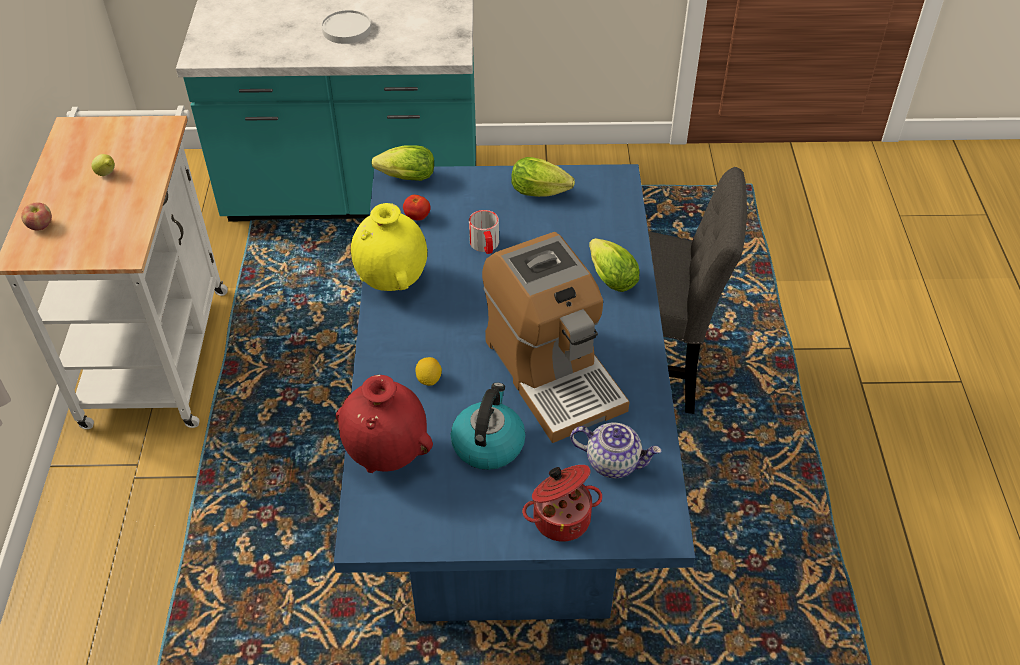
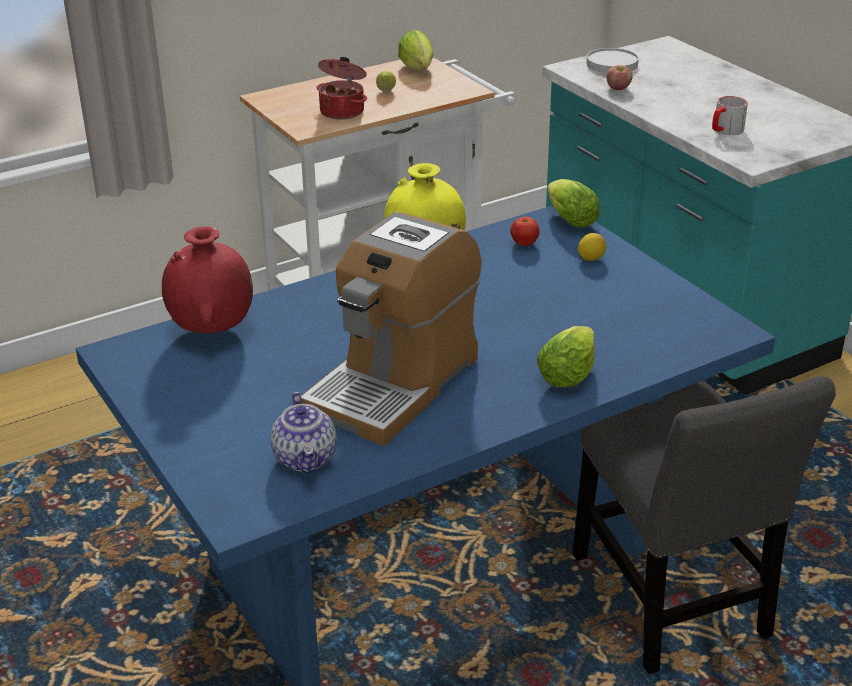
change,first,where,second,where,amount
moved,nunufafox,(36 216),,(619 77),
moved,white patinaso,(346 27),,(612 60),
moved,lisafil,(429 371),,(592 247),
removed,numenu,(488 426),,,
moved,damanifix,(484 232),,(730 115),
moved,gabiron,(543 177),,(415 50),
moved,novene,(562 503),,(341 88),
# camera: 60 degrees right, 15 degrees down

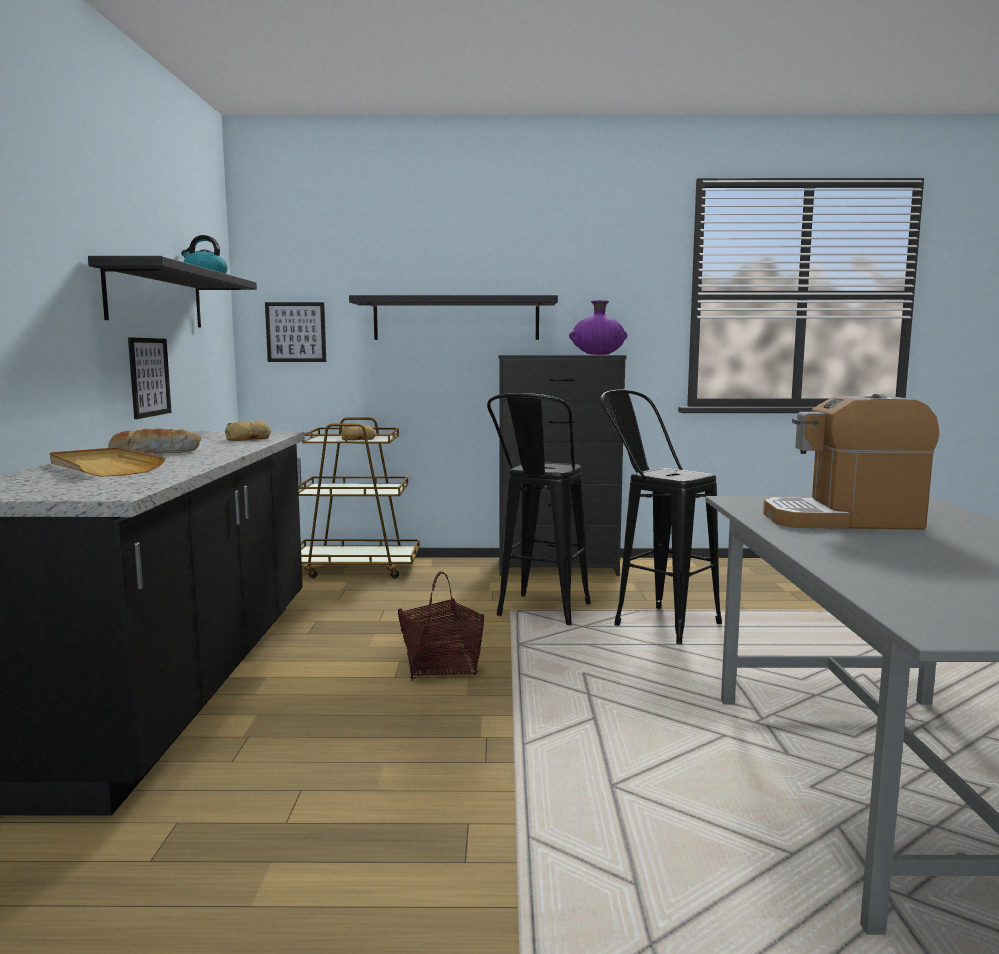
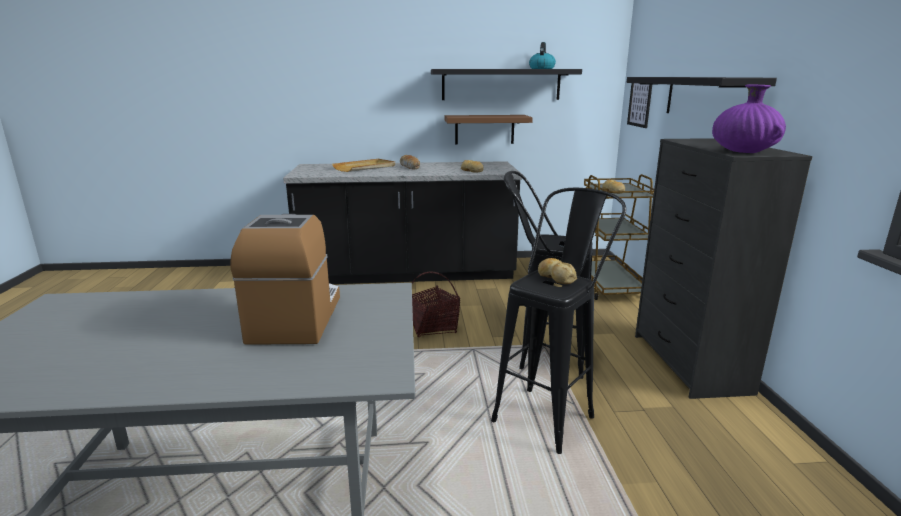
change,first,where,second,where,amount
replaced,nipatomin,(150 378),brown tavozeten,(489 129),
added,,,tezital,(557 271),
# camera: 85 degrees right, 10 degrees up

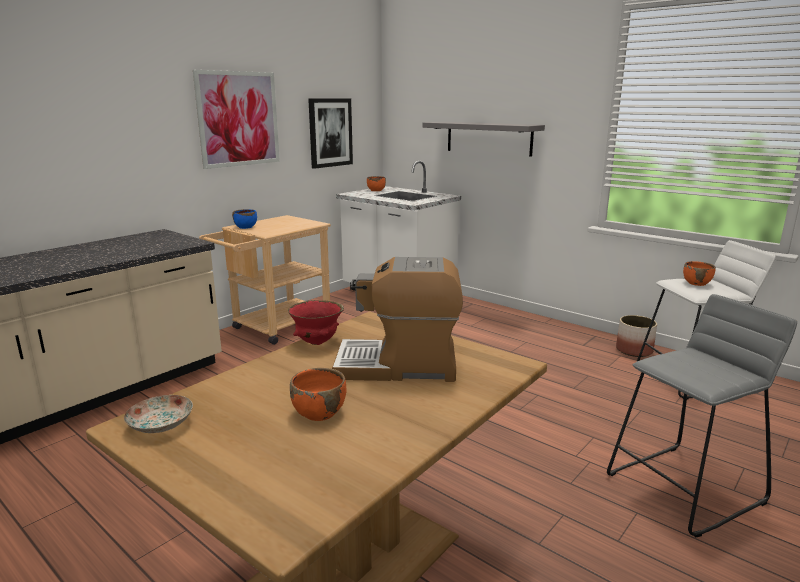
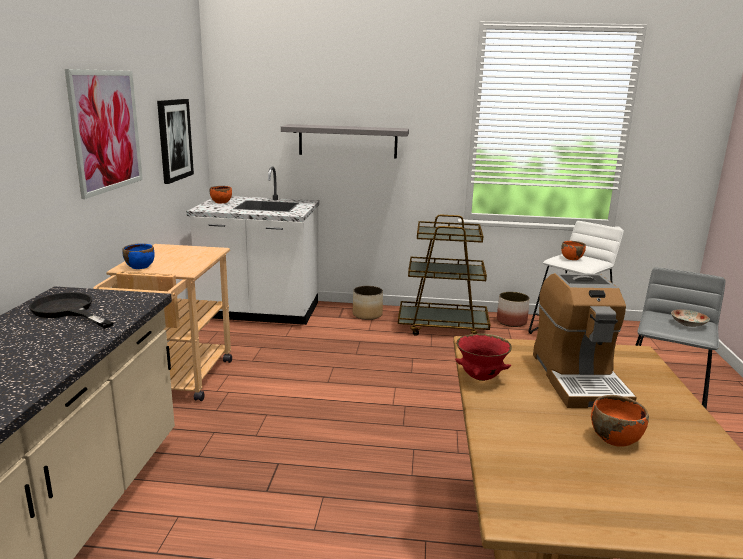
change,first,where,second,where,amount
moved,patinaso,(158 414),,(690 318),
turned,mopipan,(397 319),,(585 340),60 degrees counterclockwise
added,,,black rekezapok,(71 310),
added,,,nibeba,(368 303),
added,,,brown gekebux,(444 275),
# camera: 35 degrees left, 0 degrees up

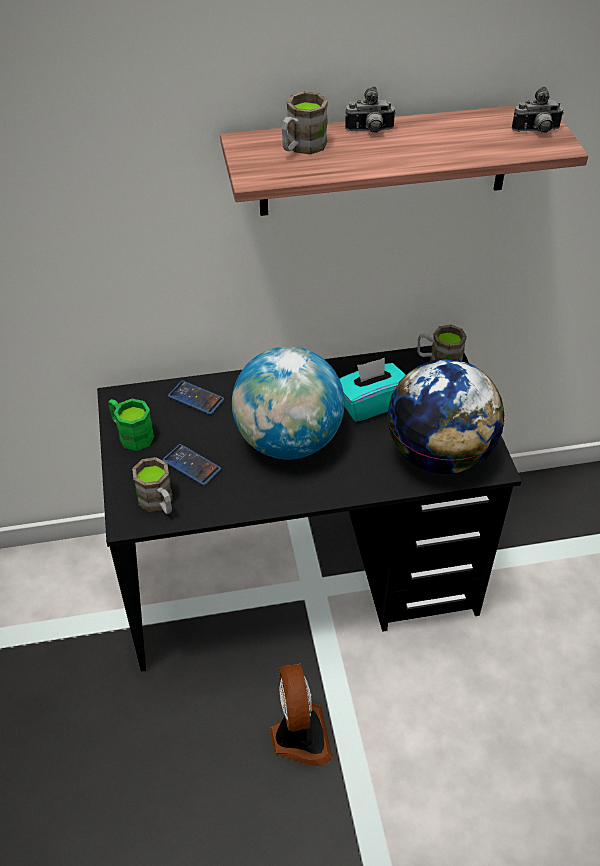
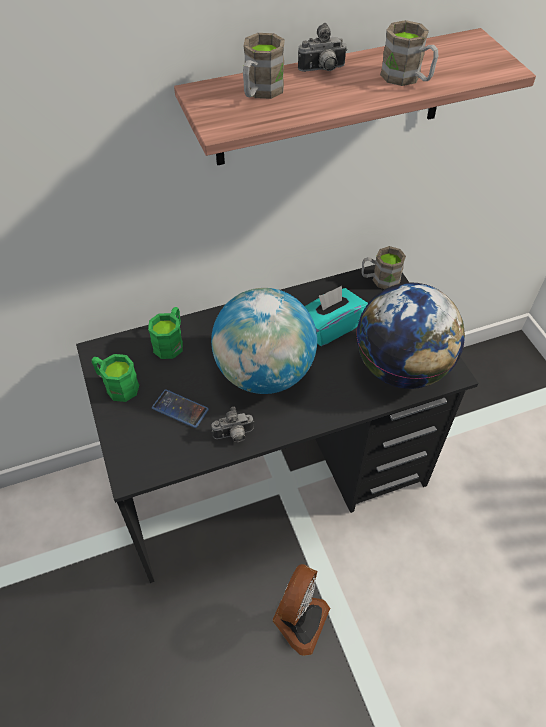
change,first,where,second,where,amount
moved,brown damanifix,(152 485),,(409 53),
replaced,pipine,(196 397),green damanifix,(165 333),
turned,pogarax,(301 714),,(301 610),45 degrees clockwise
moved,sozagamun,(538 110),,(232 424),
# camera: 10 degrees left, 5 degrees up

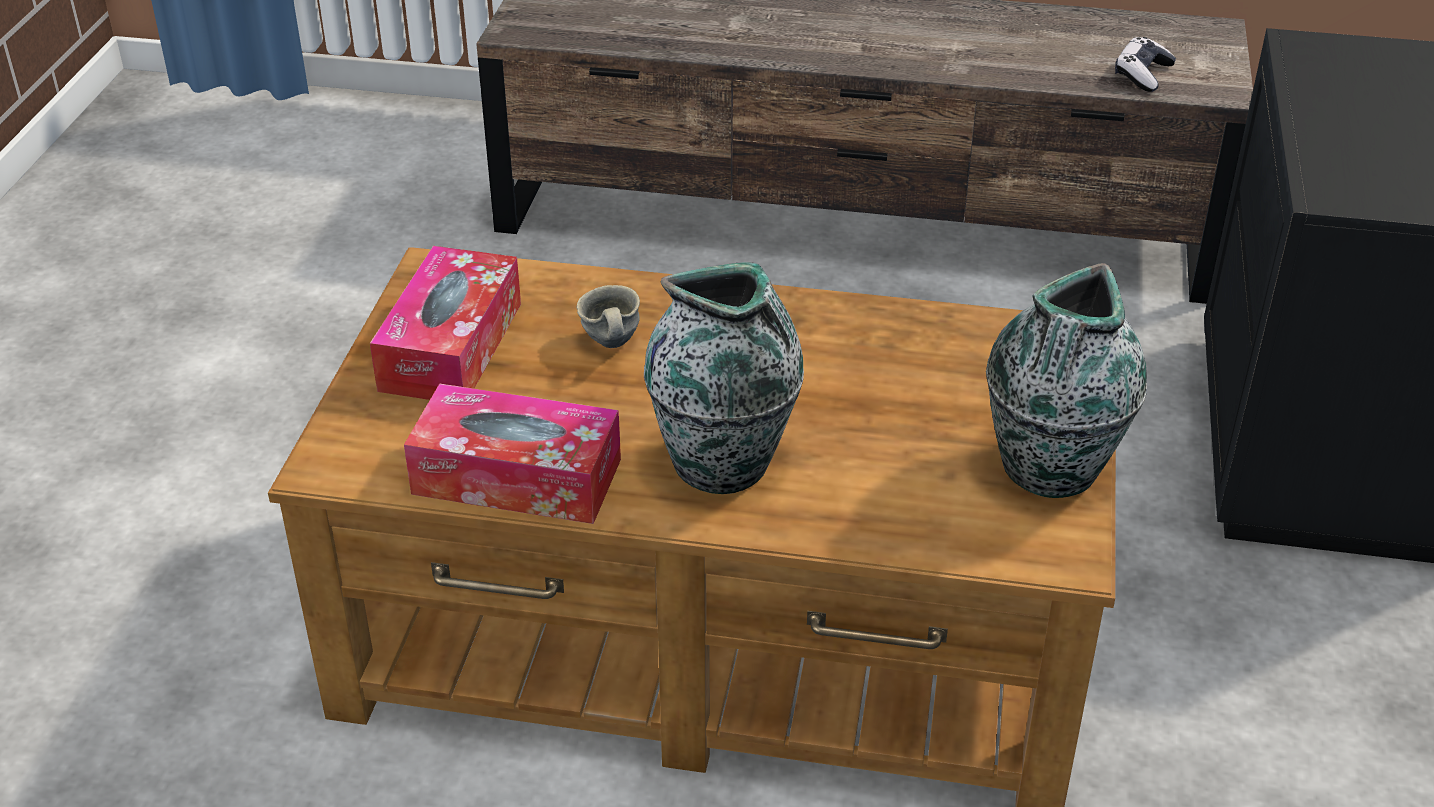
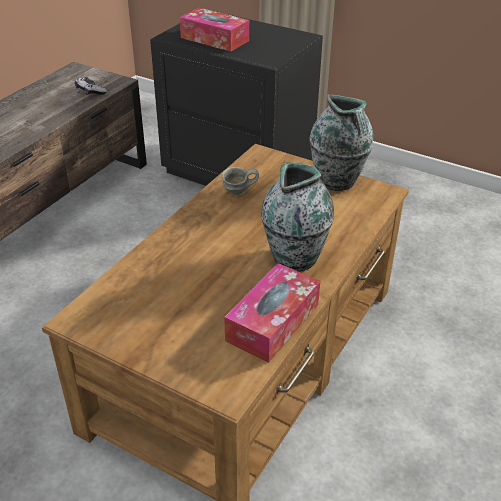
change,first,where,second,where,amount
moved,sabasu,(445 323),,(214 30),
moved,grey damanifix,(608 316),,(240 181),
# camera: 70 degrees left, 0 degrees up

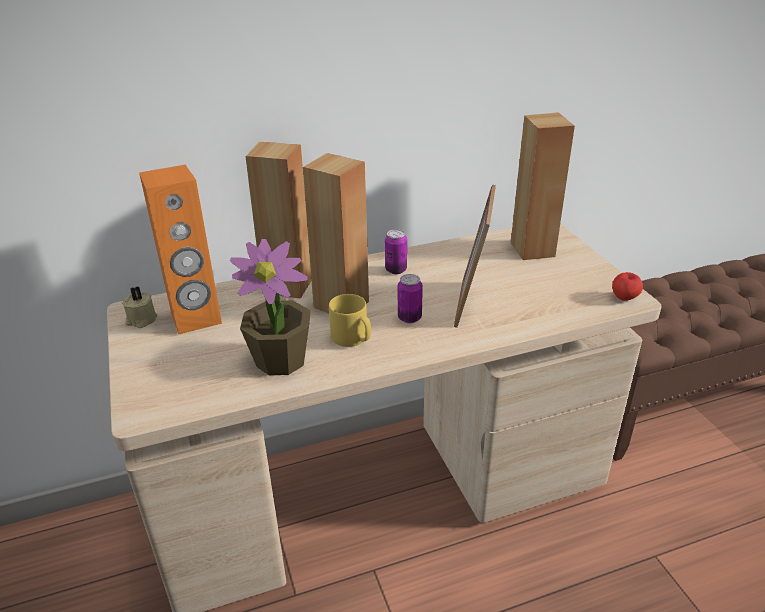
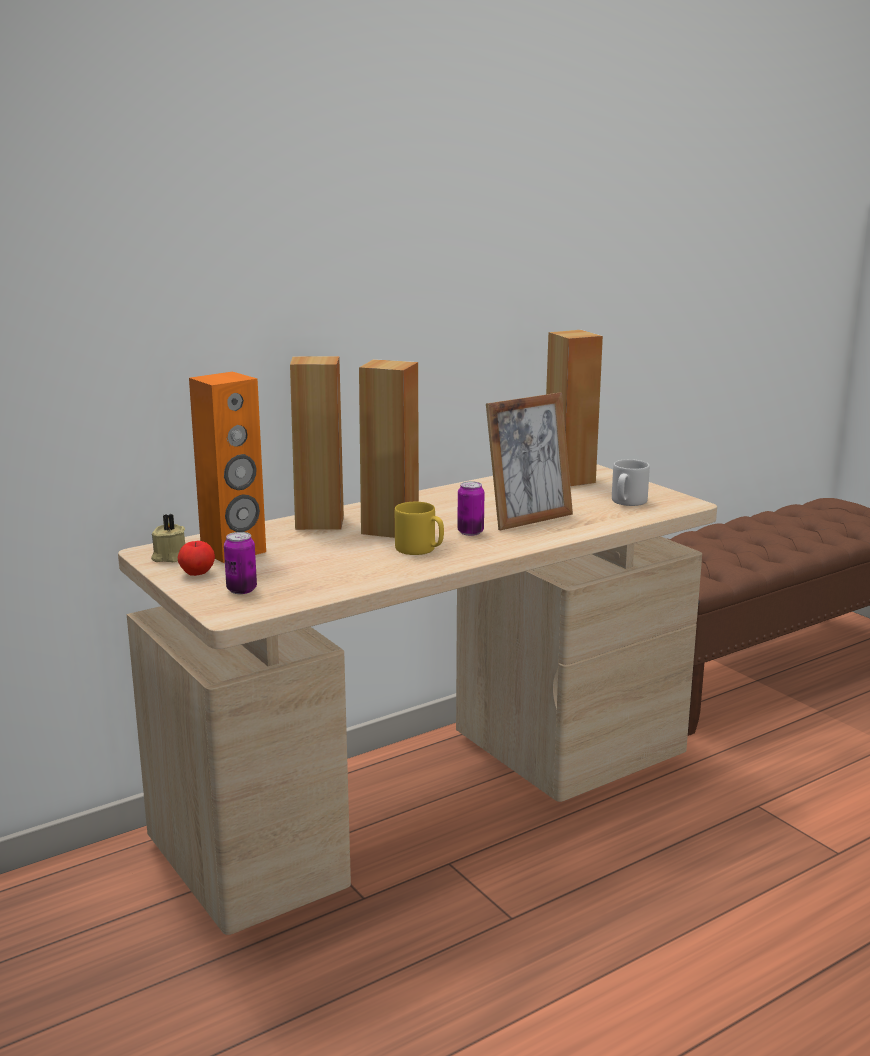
change,first,where,second,where,amount
removed,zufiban,(270 307),,,
moved,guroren,(396 251),,(240 563),
turned,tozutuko,(475 256),,(529 461),120 degrees counterclockwise
moved,nunufafox,(627 286),,(196 558),
added,,,grey damanifix,(631 482),
# camera: 15 degrees left, 15 degrees down

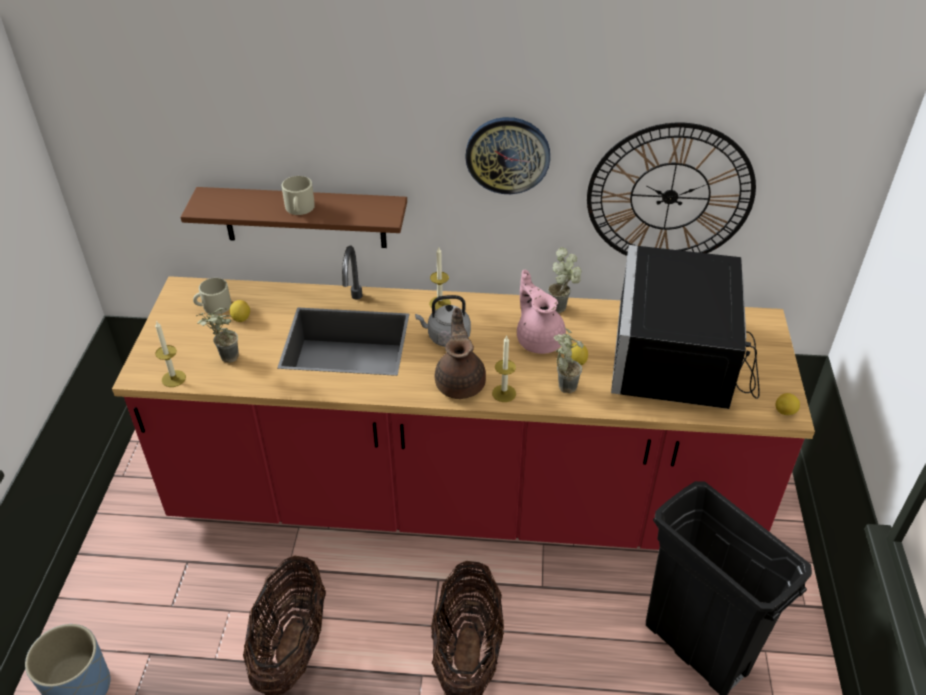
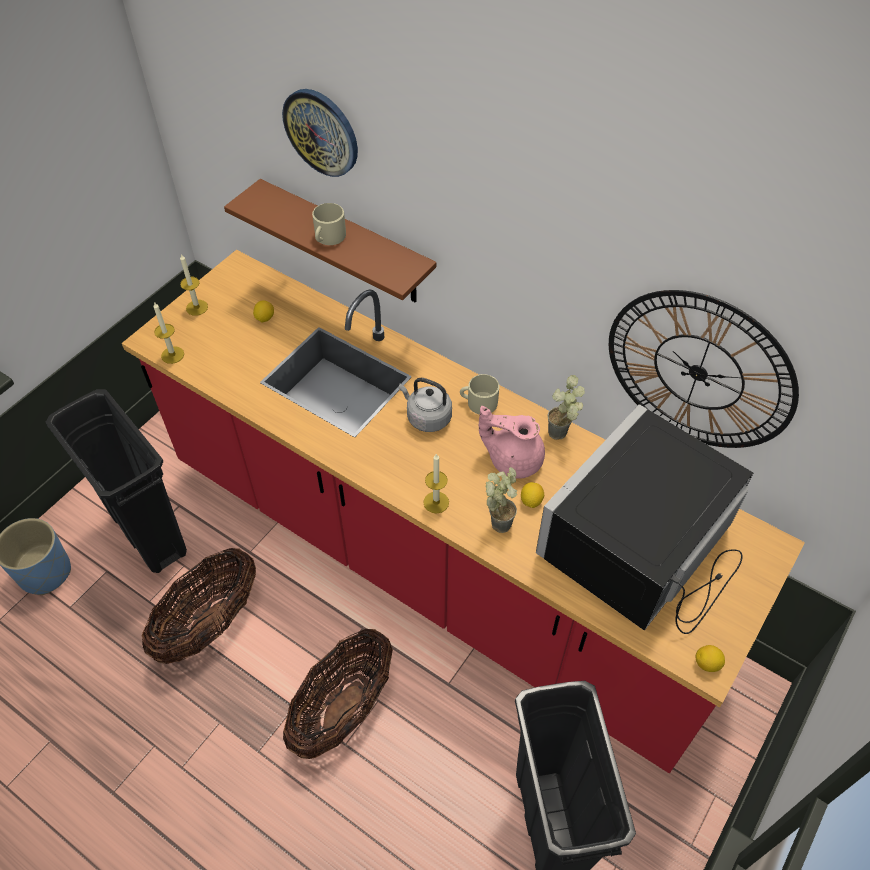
change,first,where,second,where,amount
moved,beige damanifix,(212 296),,(479 394),
removed,zufiban,(217 335),,,
moved,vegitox,(440 278),,(194 285),
removed,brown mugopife,(460 353),,,
moved,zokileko,(507 155),,(320 133),
turned,pink mugopife,(541 312),,(512 442),75 degrees counterclockwise
added,,,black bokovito,(116 481),
# camera: 30 degrees right, 10 degrees up

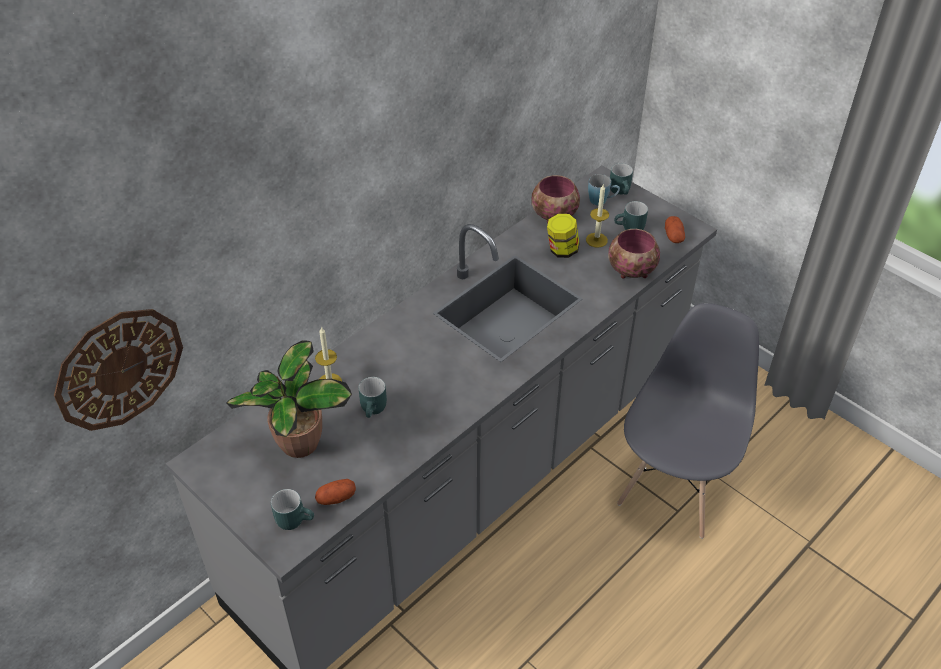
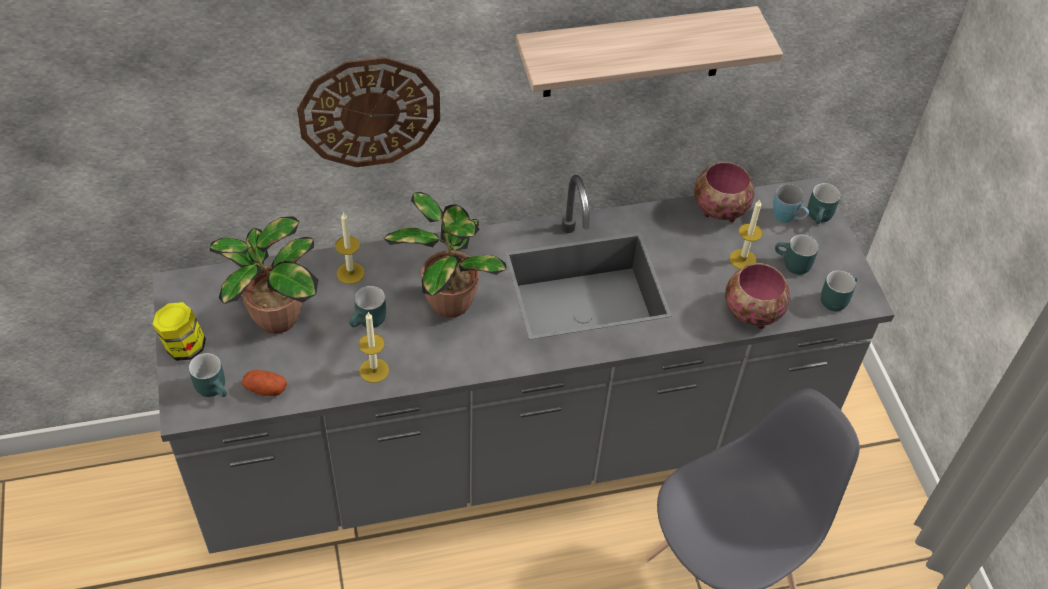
change,first,where,second,where,amount
moved,zokileko,(118 370),,(368 112),
moved,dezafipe,(563 236),,(179 331),
replaced,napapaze,(675 229),turquoise damanifix,(839 290),
added,,,vegitox,(374 347),
added,,,zufiban,(445 255),
added,,,tavozeten,(649 51),
# camera: 30 degrees right, 5 degrees up

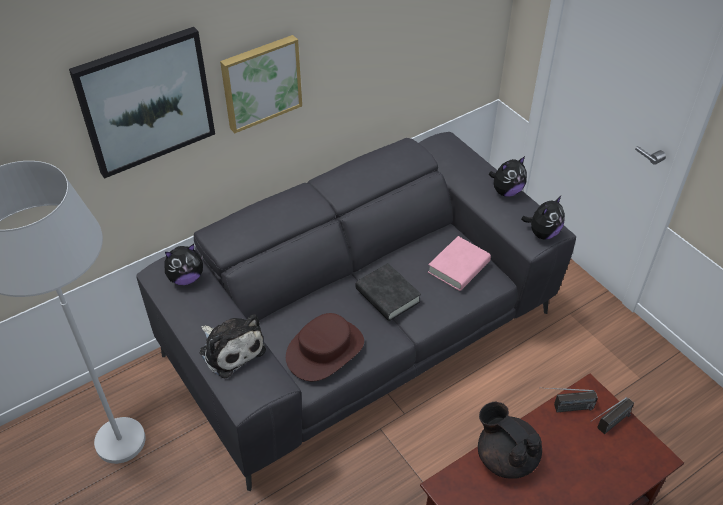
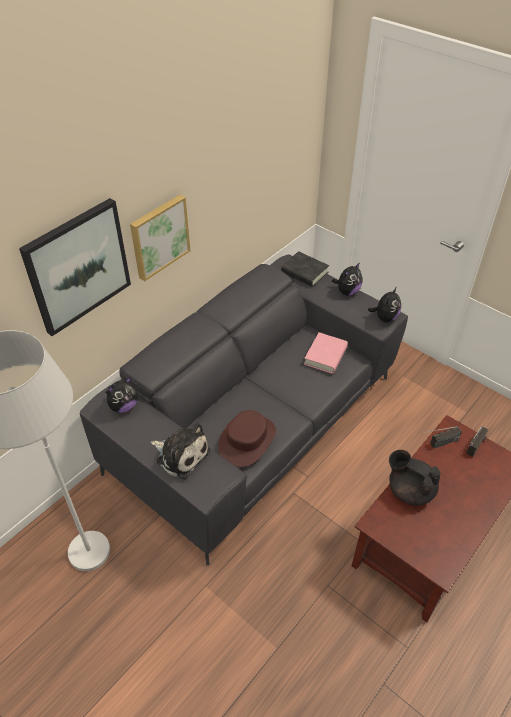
change,first,where,second,where,amount
moved,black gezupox,(388 292),,(305 269),
# camera: 15 degrees left, 0 degrees up

